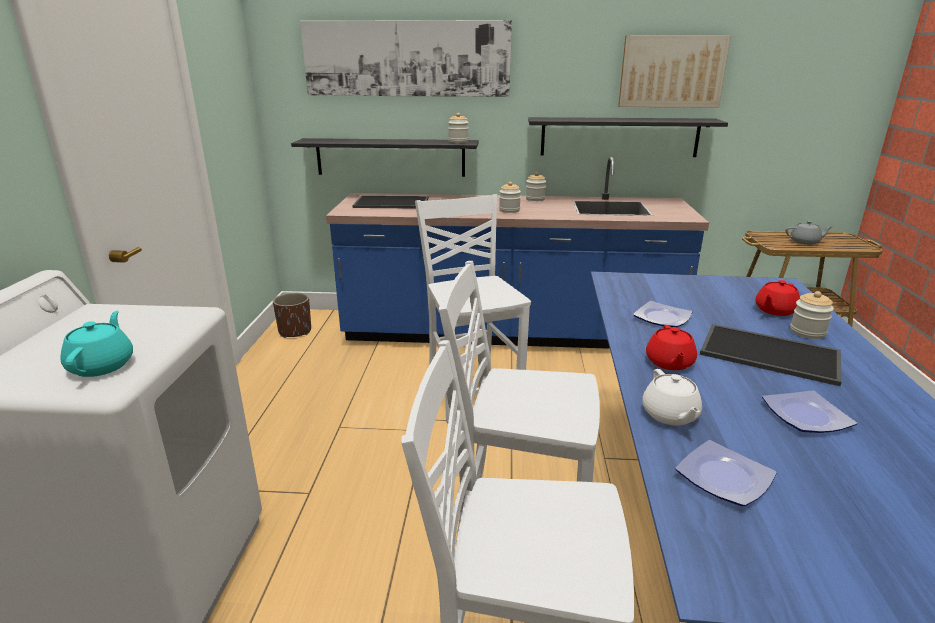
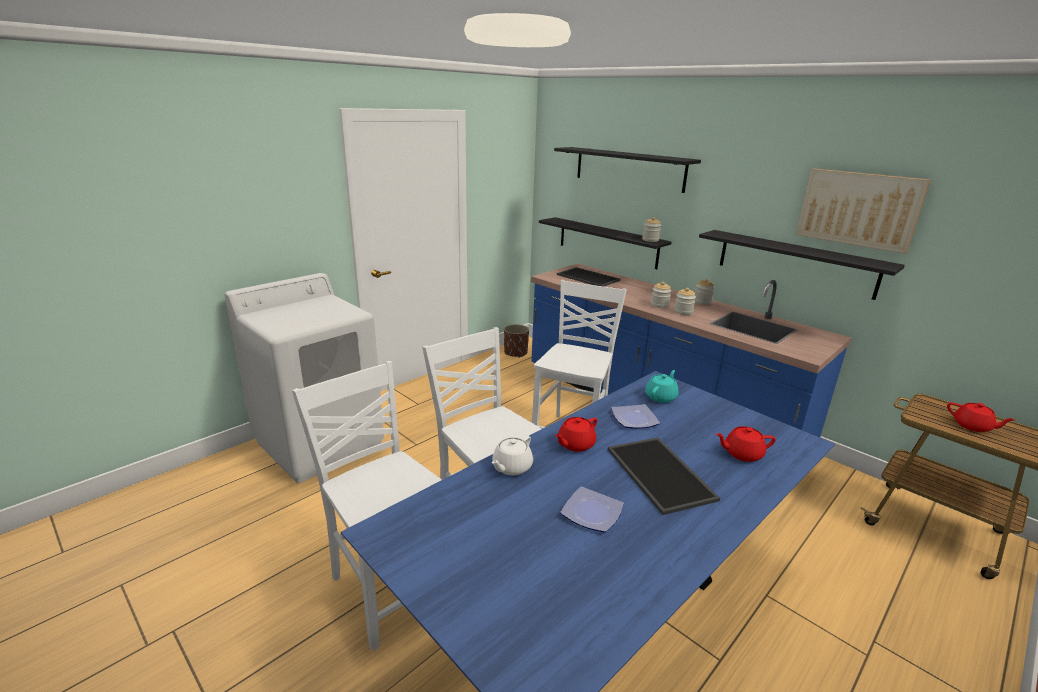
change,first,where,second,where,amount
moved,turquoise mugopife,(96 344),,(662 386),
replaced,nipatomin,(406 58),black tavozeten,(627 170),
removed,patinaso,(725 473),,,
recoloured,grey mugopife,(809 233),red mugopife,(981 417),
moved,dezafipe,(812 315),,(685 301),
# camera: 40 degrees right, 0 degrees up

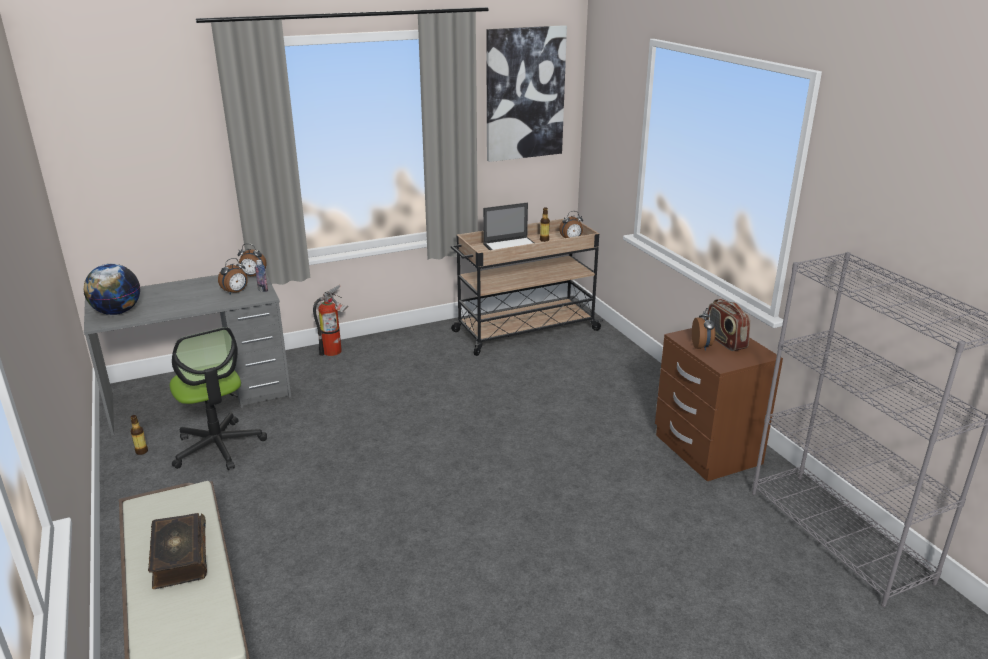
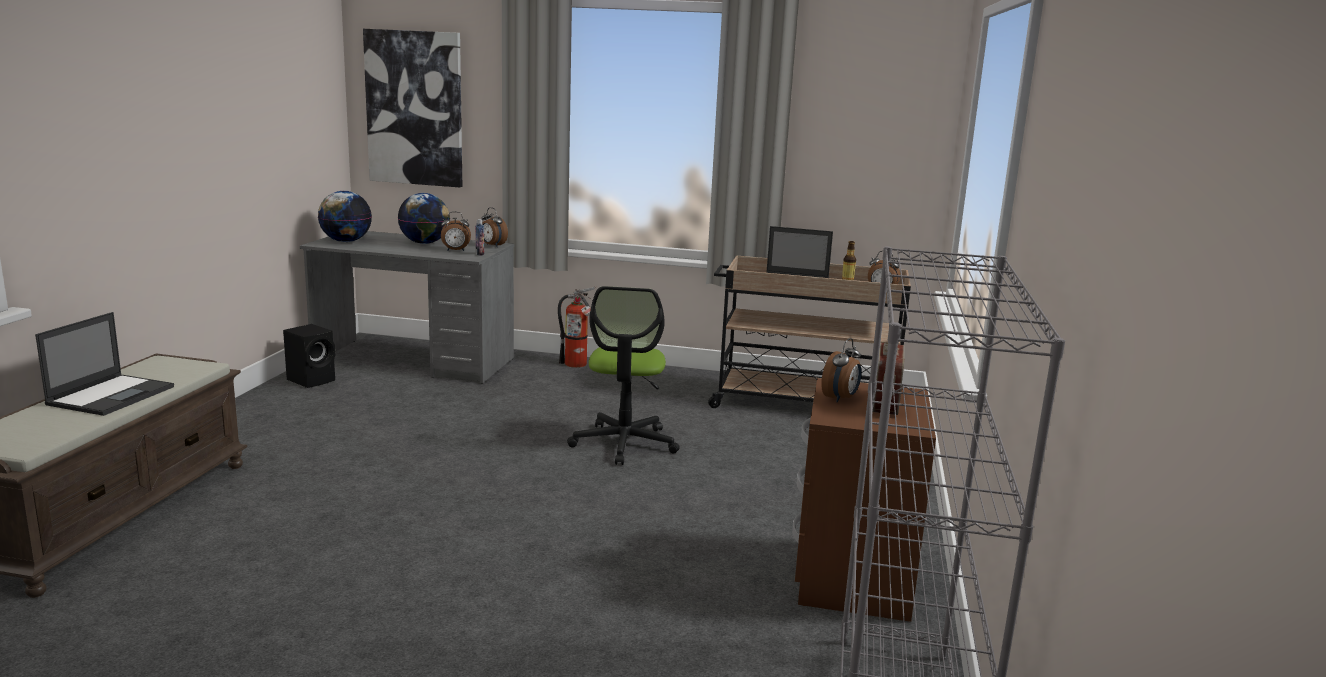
change,first,where,second,where,amount
replaced,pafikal,(139 435),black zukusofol,(309 356),
replaced,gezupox,(177 551),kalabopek,(104 364),
moved,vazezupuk,(218 398),,(623 375),
moved,nipatomin,(526 93),,(412 108),
added,,,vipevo,(424 218),
# camera: 35 degrees right, 10 degrees down

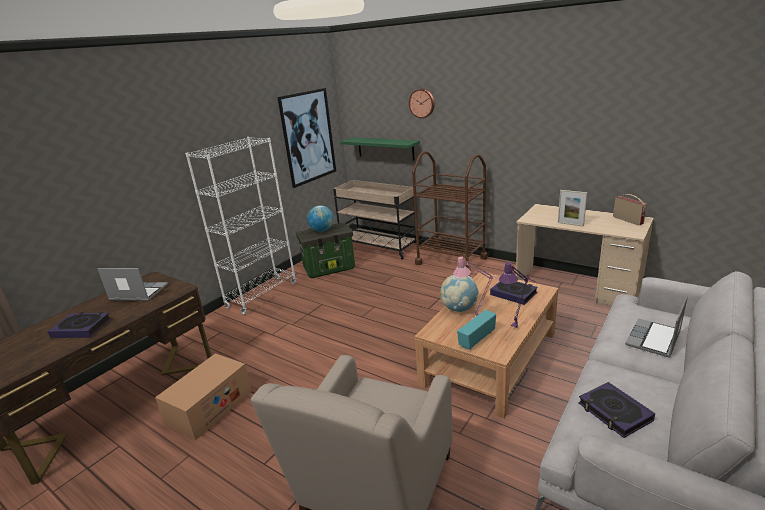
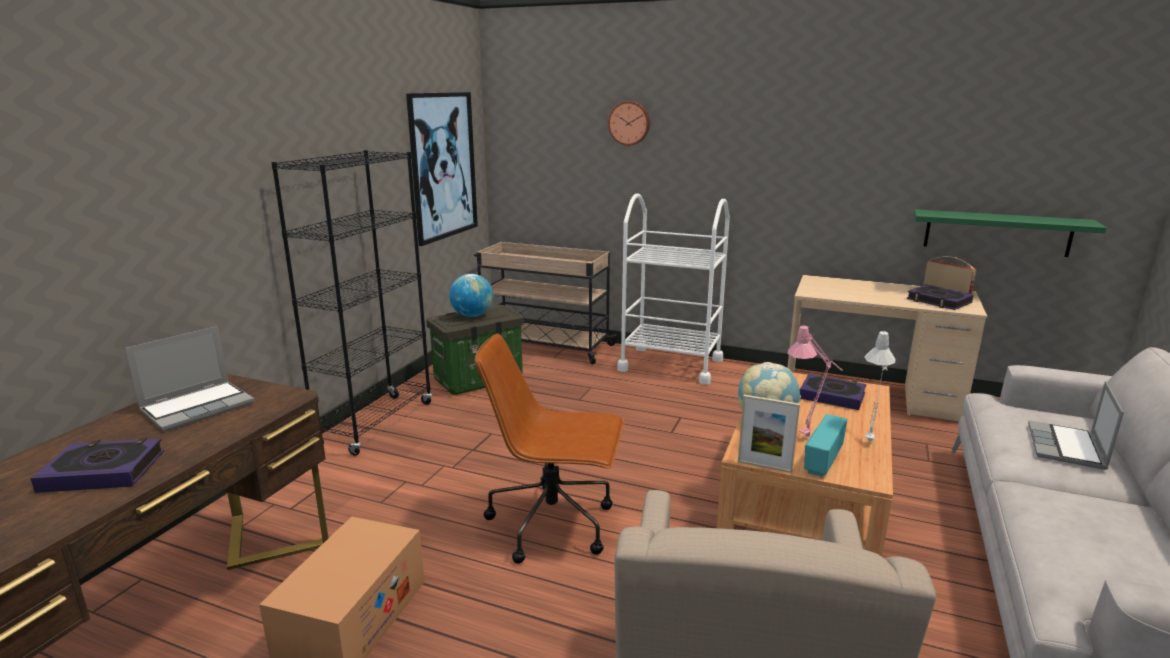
change,first,where,second,where,amount
turned,kalabopek,(132 284),,(189 378),135 degrees clockwise
recoloured,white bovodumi,(240 226),black bovodumi,(351 303),
moved,green tavozeten,(380 148),,(1010 233),
recoloured,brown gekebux,(450 213),white gekebux,(673 289),
recoloured,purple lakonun,(517 295),grey lakonun,(880 385),
moved,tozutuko,(572 208),,(769 434),
moved,gezupox,(616 410),,(940 297),
added,,,brown vazezupuk,(549 448),
# camera: 15 degrees left, 5 degrees down

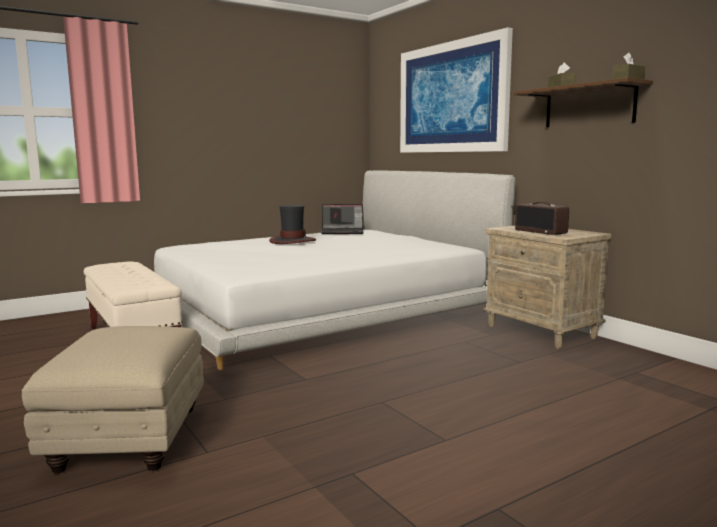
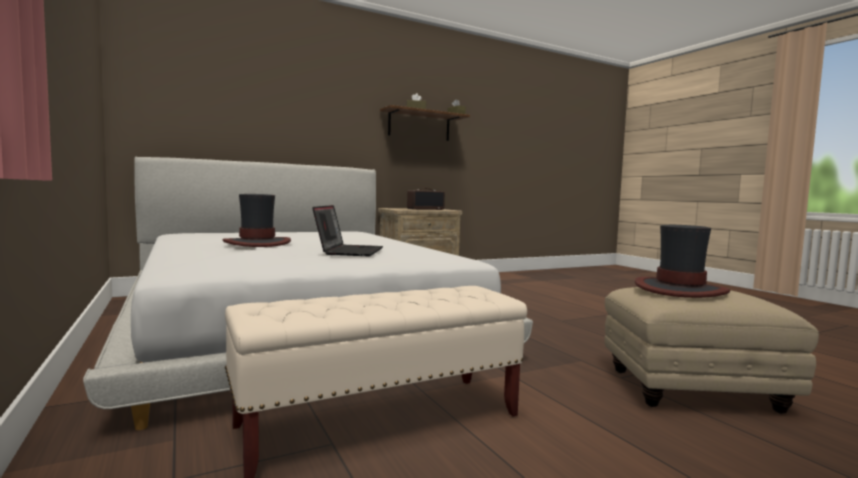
change,first,where,second,where,amount
moved,kalabopek,(342 219),,(347 230),
removed,nipatomin,(456 90),,,
added,,,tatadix,(682 261),
# camera: 85 degrees left, 5 degrees down

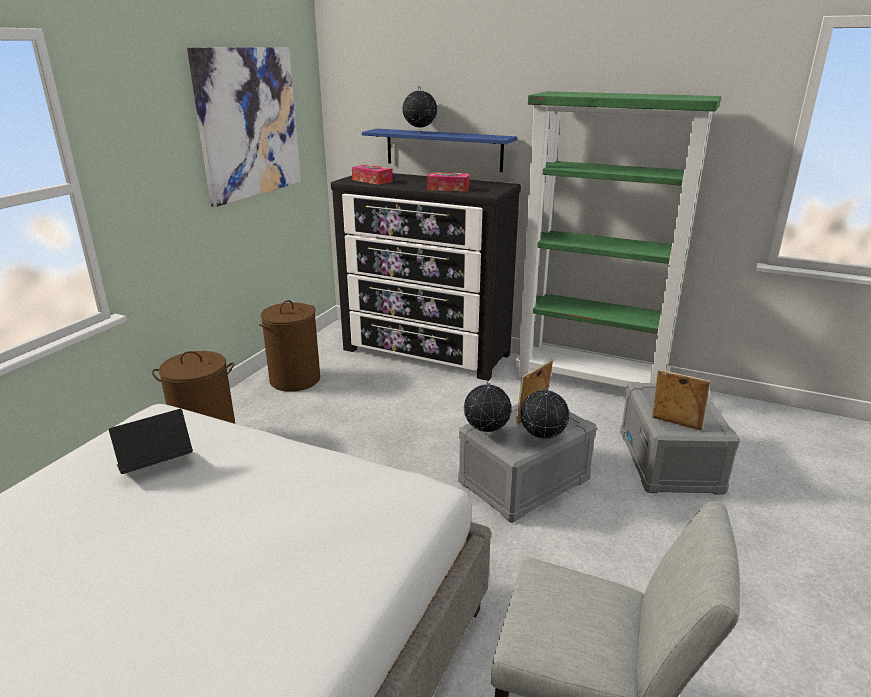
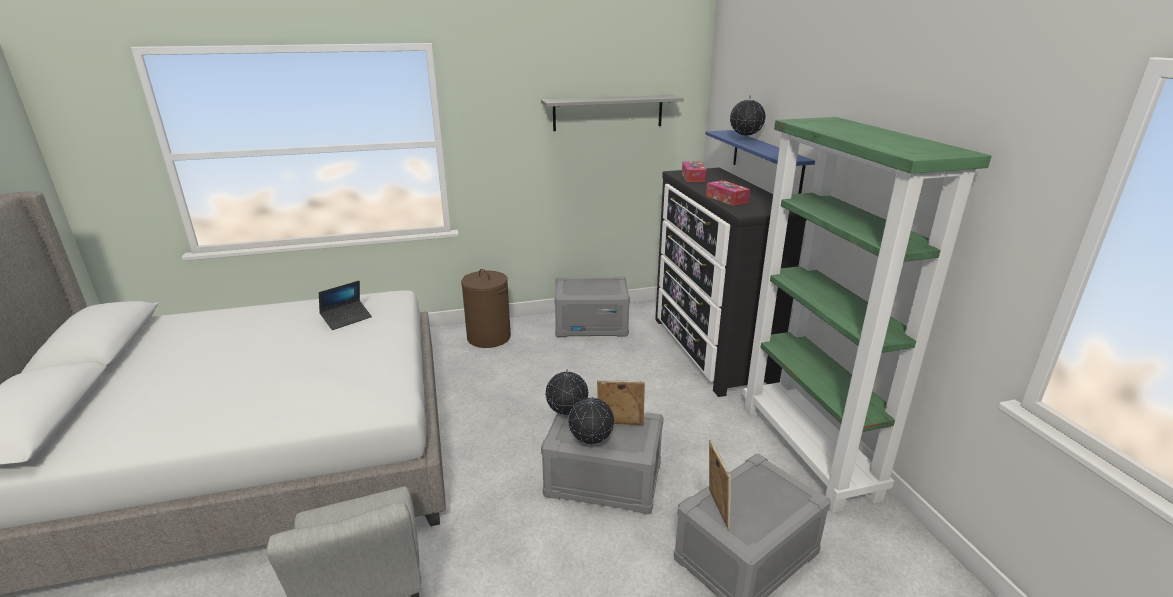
change,first,where,second,where,amount
turned,kalabopek,(151 441),,(345 305),120 degrees clockwise
replaced,nipatomin,(244 127),grey tavozeten,(612 113),
replaced,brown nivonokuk,(289 346),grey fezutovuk,(592 307),
# camera: 50 degrees right, 0 degrees up

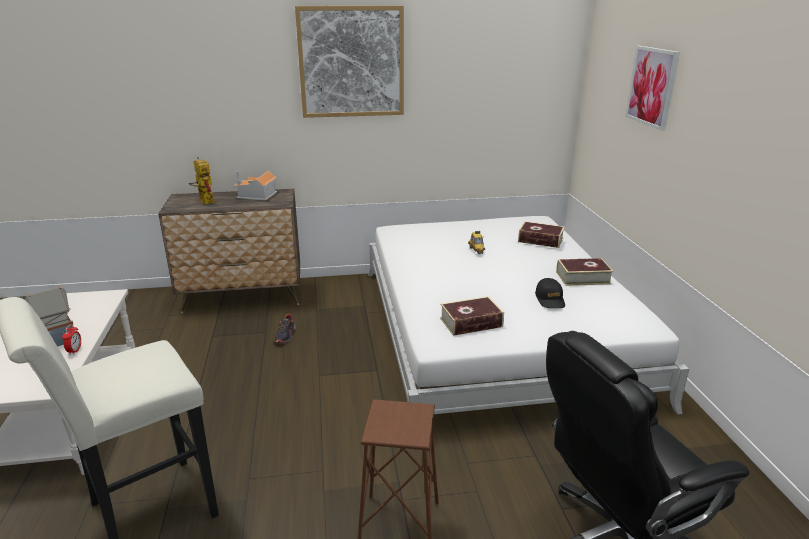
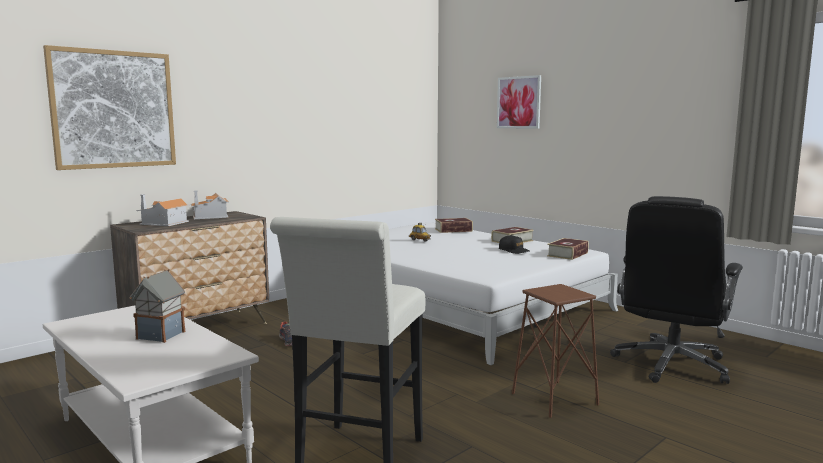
change,first,where,second,where,amount
removed,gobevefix,(71 339),,,
replaced,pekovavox,(202 180),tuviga,(163 210),
moved,nipatomin,(349 62),,(109 107),
moved,gezupox,(472 316),,(568 249),
# camera: 35 degrees left, 15 degrees down

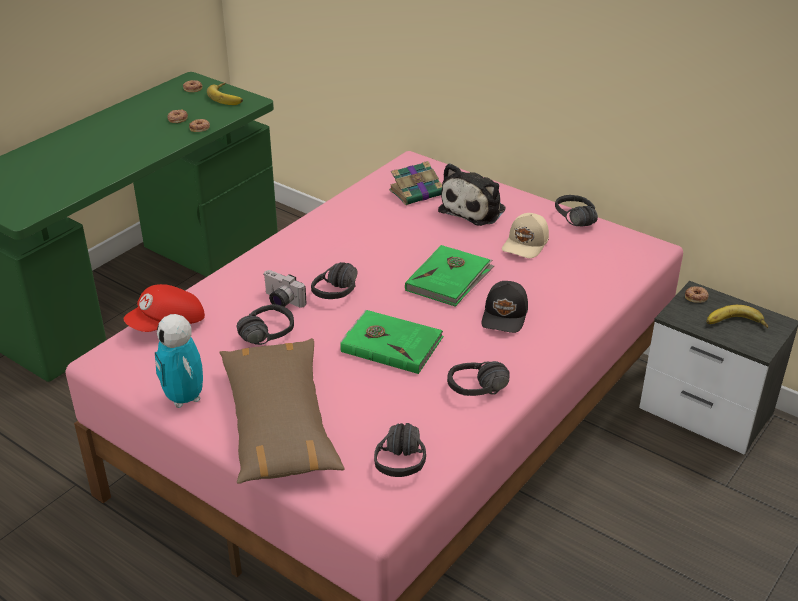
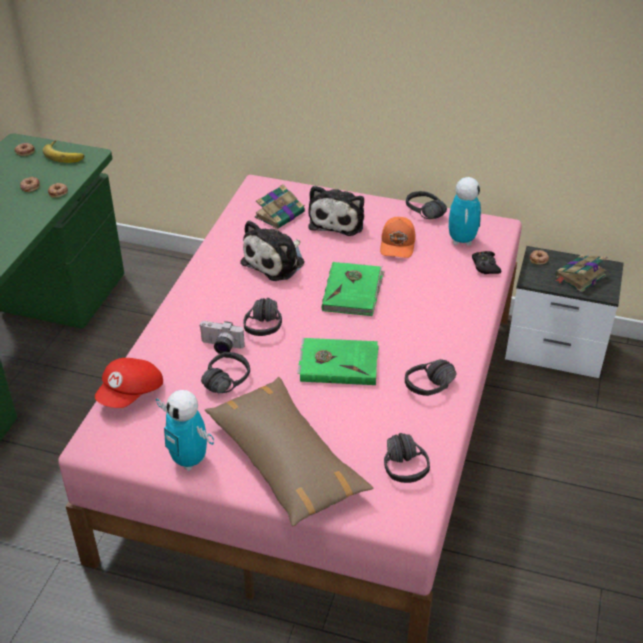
change,first,where,second,where,amount
removed,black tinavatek,(504 307),,,
recoloured,beige tinavatek,(525 235),orange tinavatek,(397 237),
replaced,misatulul,(737 316),gezupox,(581 273),
added,,,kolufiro,(272 250),
added,,,pekovavox,(465 211),
added,,,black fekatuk,(487 262),
# camera: 20 degrees left, 5 degrees up

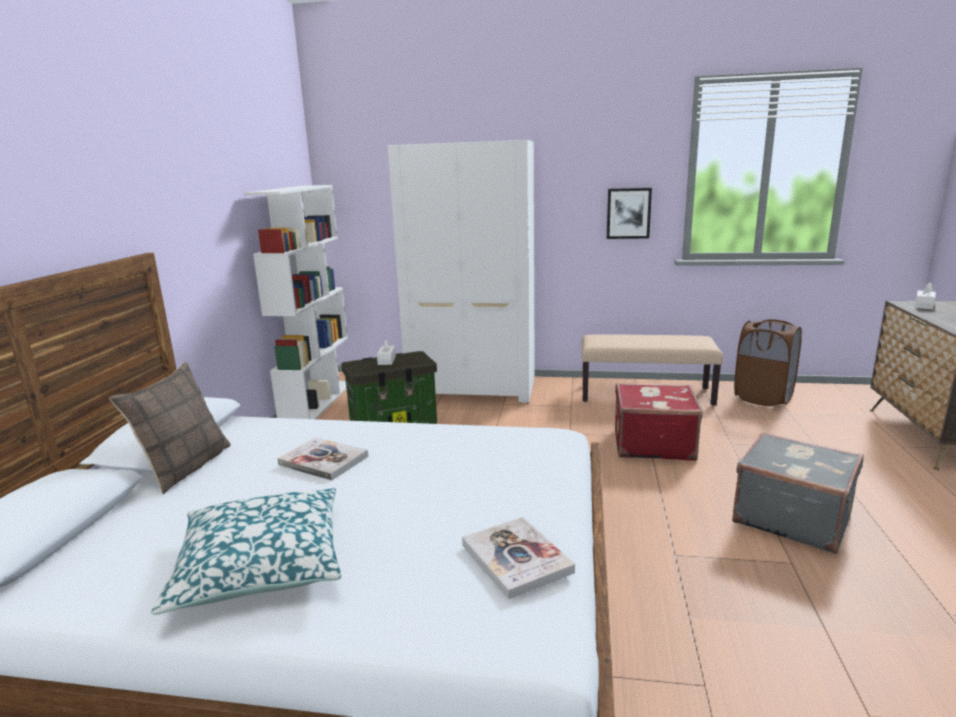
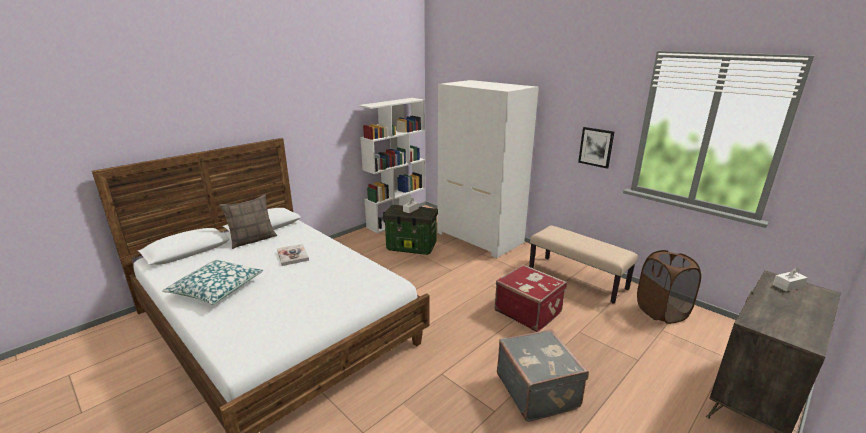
change,first,where,second,where,amount
removed,gezupox,(518 558),,,
# camera: 35 degrees right, 5 degrees up

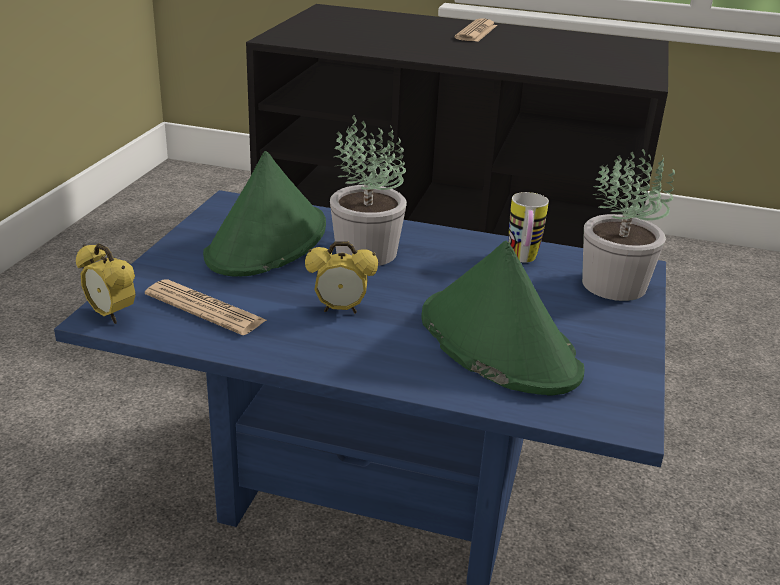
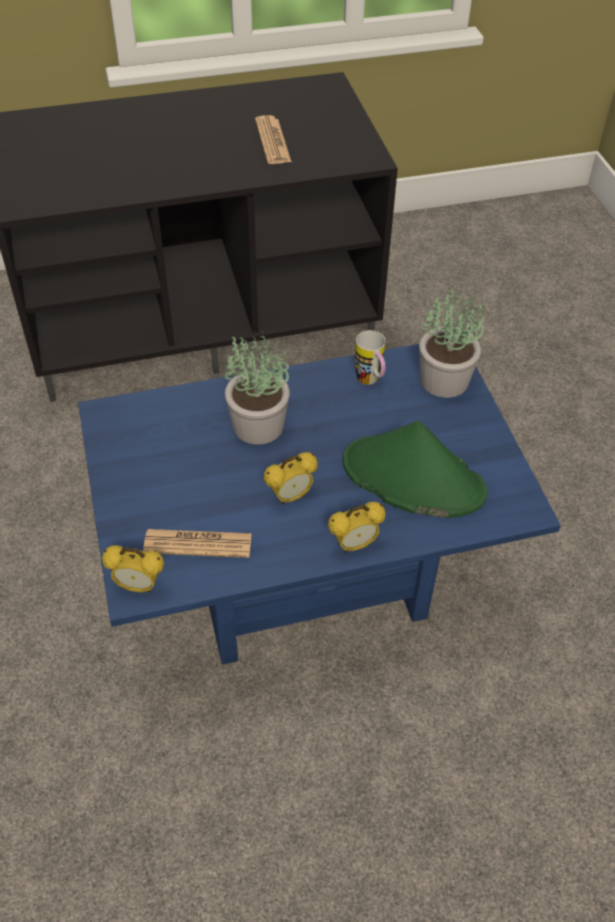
change,first,where,second,where,amount
removed,green tatadix,(264 213),,,
moved,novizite,(476 30),,(273 139),
added,,,gobevefix,(357 527),
# camera: 30 degrees left, 20 degrees up

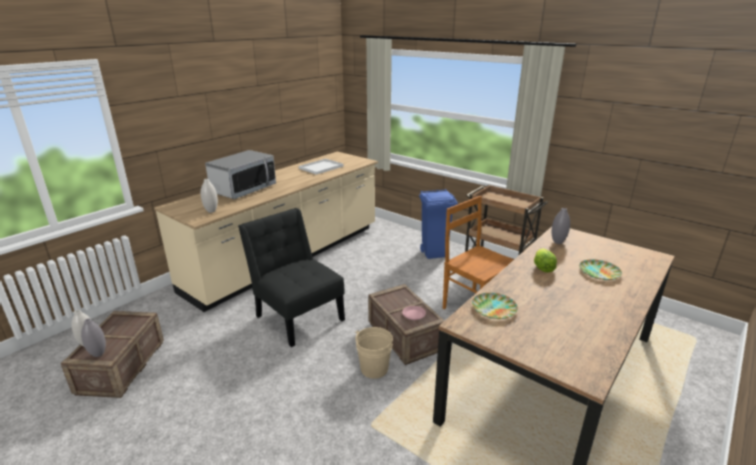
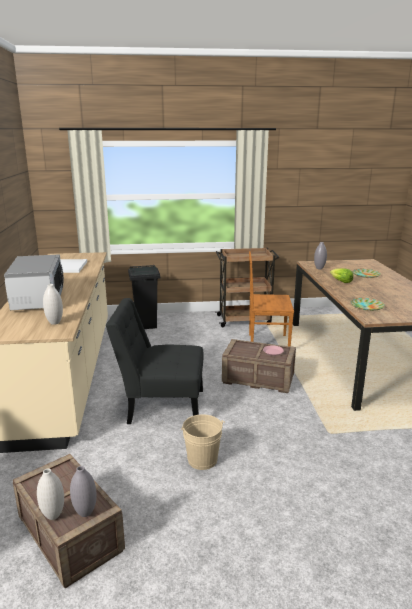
change,first,where,second,where,amount
moved,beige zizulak,(374 353),,(203 442),
removed,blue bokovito,(438 224),,,
added,,,black bokovito,(144 297),
# camera: 45 degrees left, 5 degrees down

